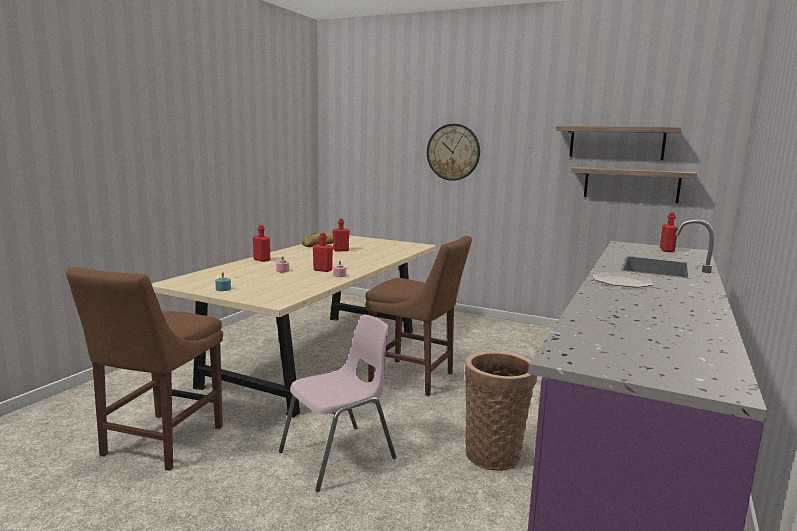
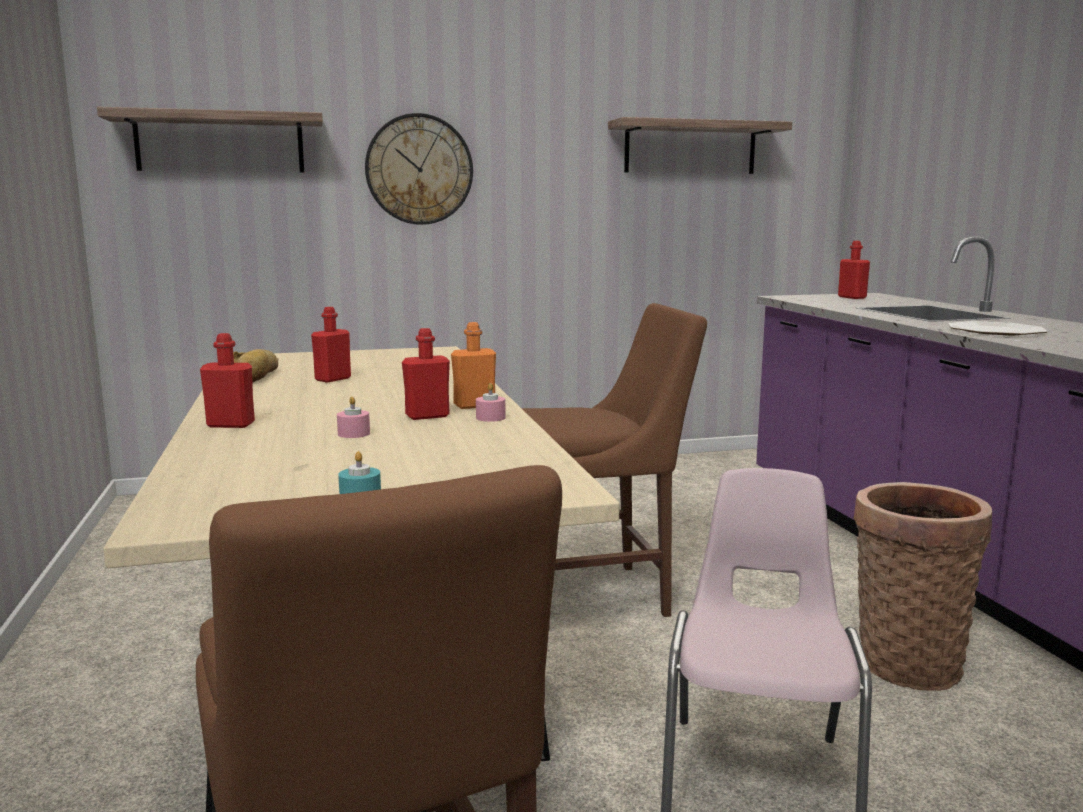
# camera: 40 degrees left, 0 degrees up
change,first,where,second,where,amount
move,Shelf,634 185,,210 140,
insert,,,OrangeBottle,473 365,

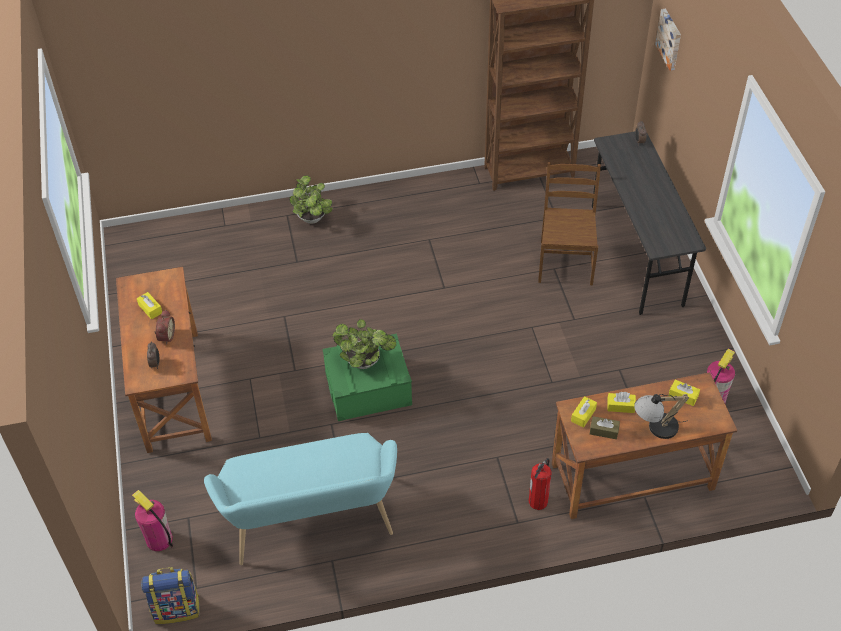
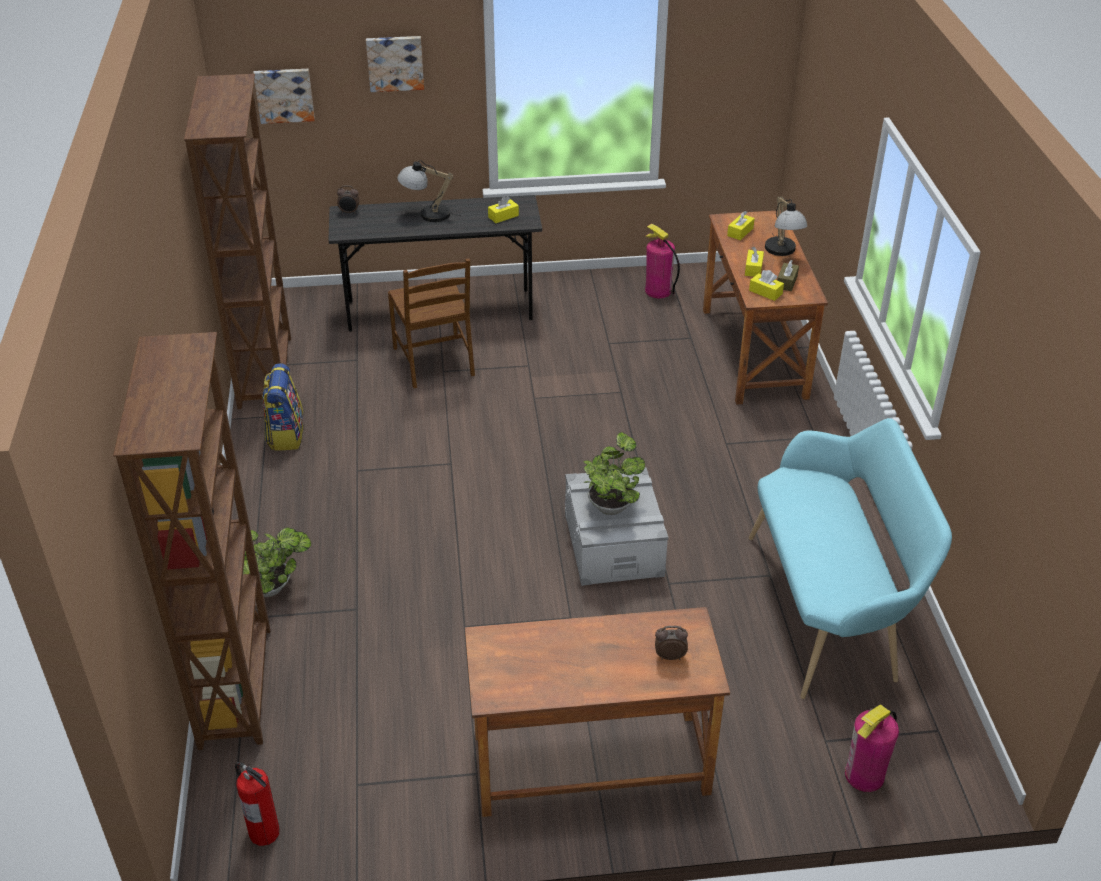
# camera: 85 degrees left, 10 degrees down
change,first,where,second,where,amount
insert,,,BrownBookcase,192 541,
move,FireExtinguisher,540 484,,257 804,
move,Backpack,170 595,,282 406,
insert,,,Picture,395 64,
rotate,BrownChair,569 223,,431 323,120 degrees counterclockwise
insert,,,TableLamp,429 191,
move,YellowTissueBox,149 306,,503 209,
recolor,GreenStorageBox,367 377,GreyStorageBox,616 526,
delete,AlarmClock,164 327,,,

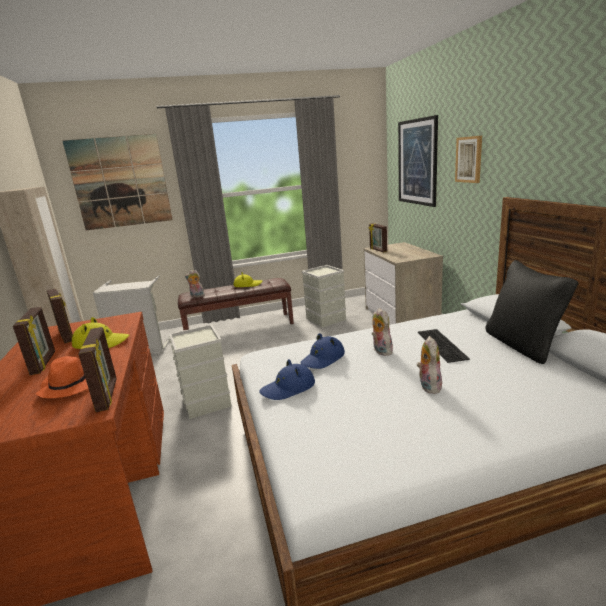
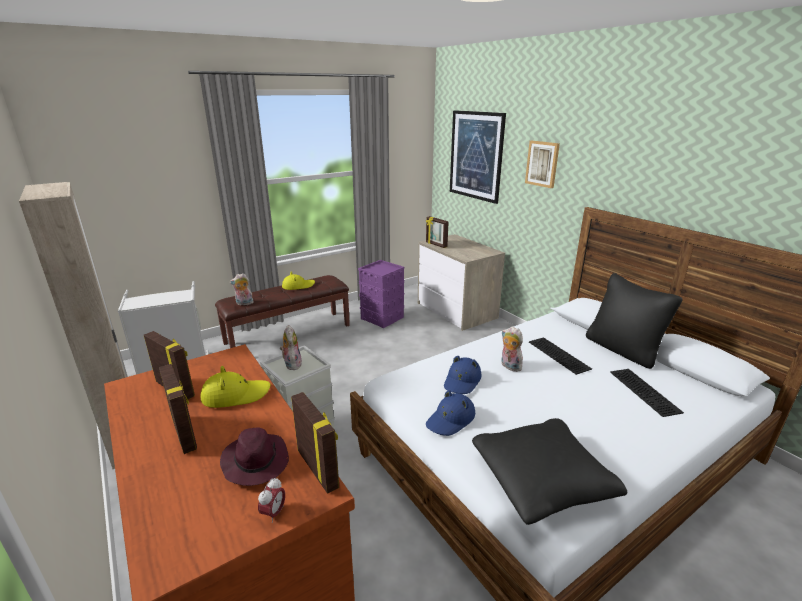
# camera: 20 degrees left, 5 degrees up
change,first,where,second,where,amount
recolor,OrangeHat,62 377,PurpleHat,254 456,
insert,,,AlarmClock,271 500,
move,PlushToy,429 365,,291 347,
recolor,GreyStorageBox,324 296,PurpleStorageBox,381 294,
insert,,,BlackPillow,549 471,
insert,,,Keyboard,647 393,
delete,Picture,118 182,,,

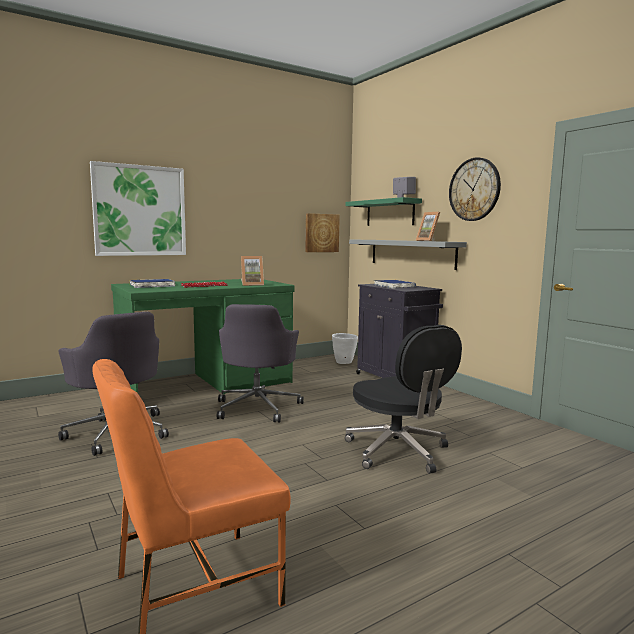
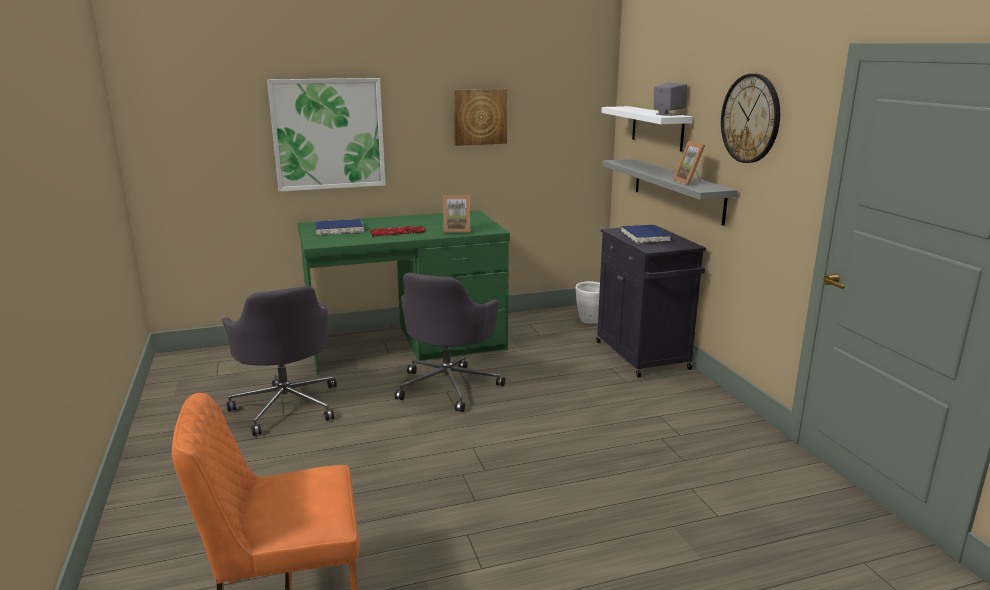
# camera: 15 degrees right, 10 degrees up
change,first,where,second,where,amount
move,Picture,322 232,,480 117,
recolor,GreenShelf,383 211,WhiteShelf,647 129,
delete,BlackOfficeChair,403 399,,,

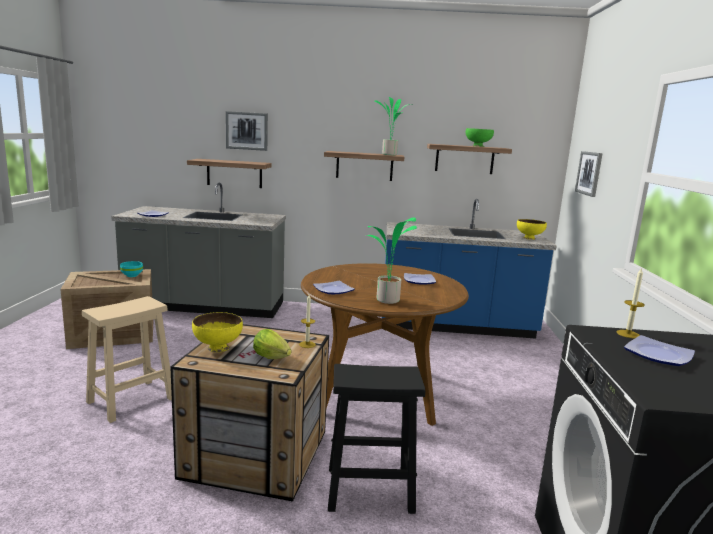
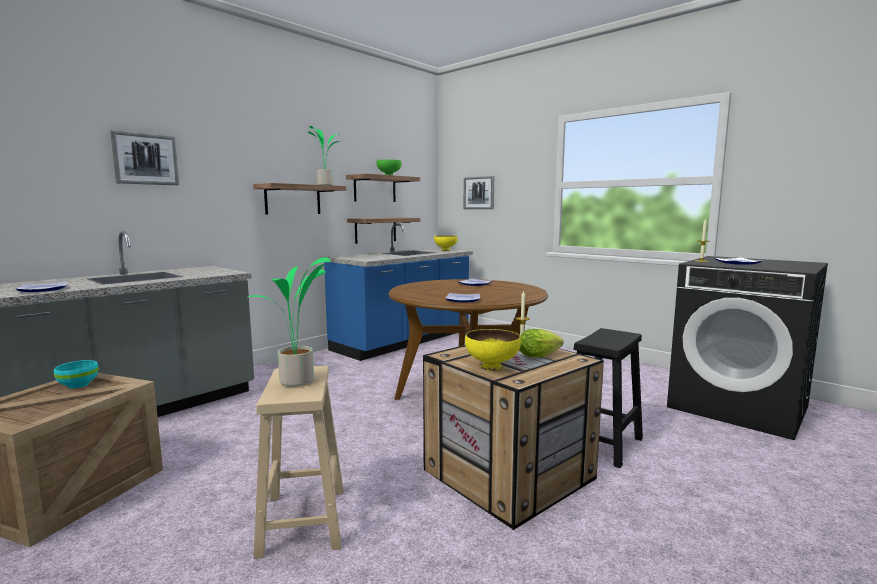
# camera: 50 degrees left, 5 degrees down
change,first,where,second,where,amount
move,PottedPlant,391 260,,289 322,
move,Shelf,229 173,,383 231,

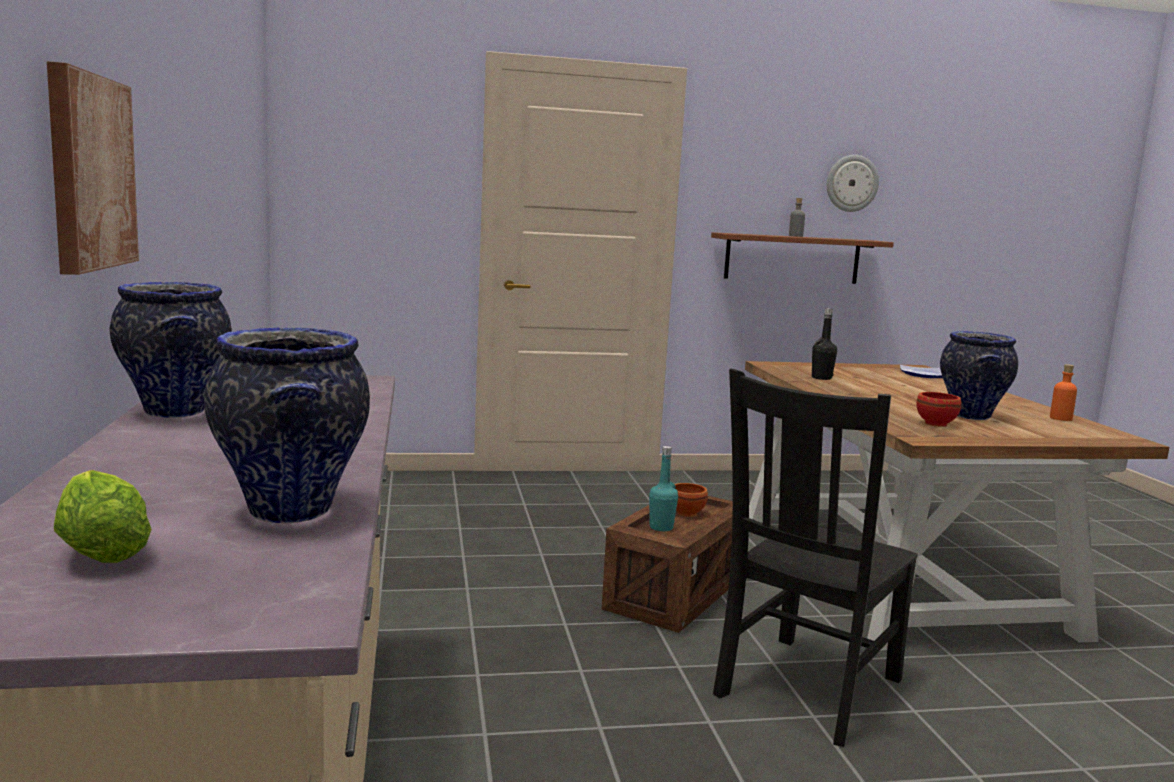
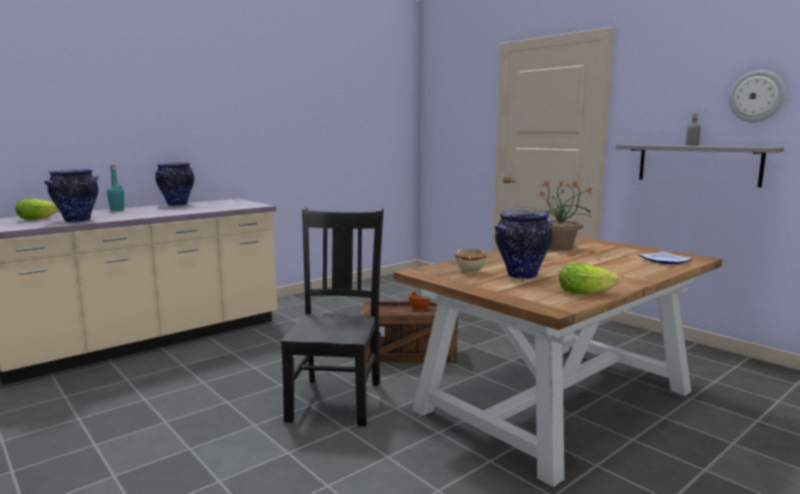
# camera: 60 degrees right, 0 degrees up
change,first,where,second,where,amount
move,TurquoiseBottle,663 488,,115 188,
rotate,BlackChair,815 558,,332 317,90 degrees clockwise
recolor,RedBowl,938 409,BeigeBowl,471 261,
replace,BlackBottle,824 344,PottedPlant,564 215,
replace,OrangeBottle,1063 392,Lettuce,589 278,
recolor,BrownShelf,802 258,GreyShelf,700 166,
delete,Picture,93 168,,,

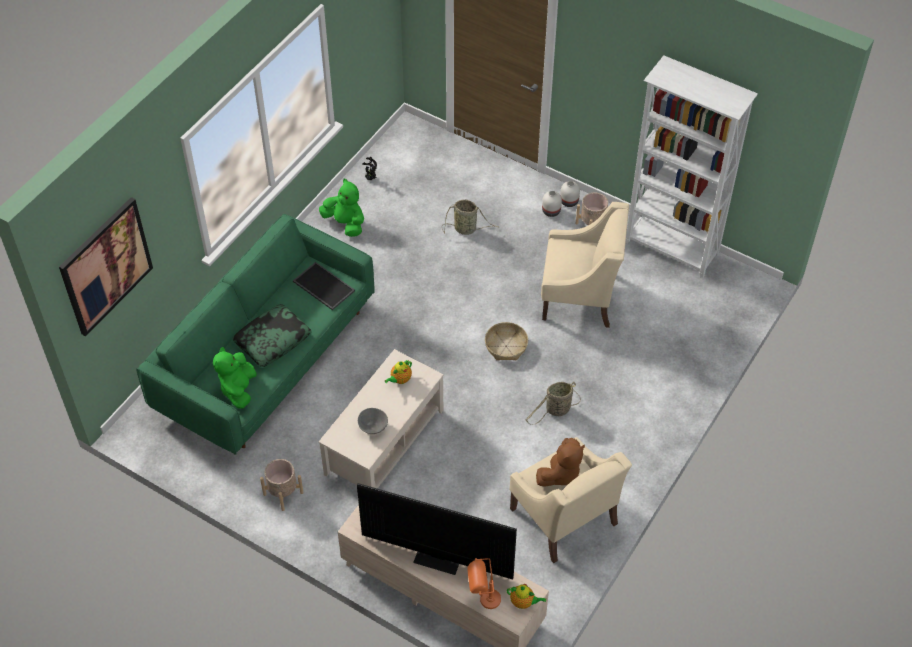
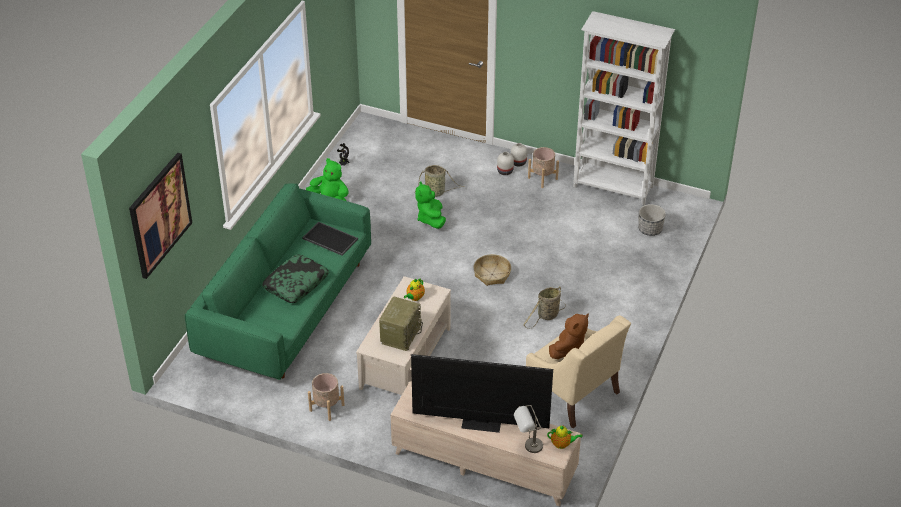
# camera: 10 degrees left, 10 degrees down
change,first,where,second,where,amount
replace,GreyBowl,373 421,Radio,401 324,
move,GreenPlushToy,235 378,,430 205,
recolor,OrangeTableLamp,484 583,GreyTableLamp,528 429,
insert,,,Planter,652 220,
delete,BeigeArmchair,585 265,,,

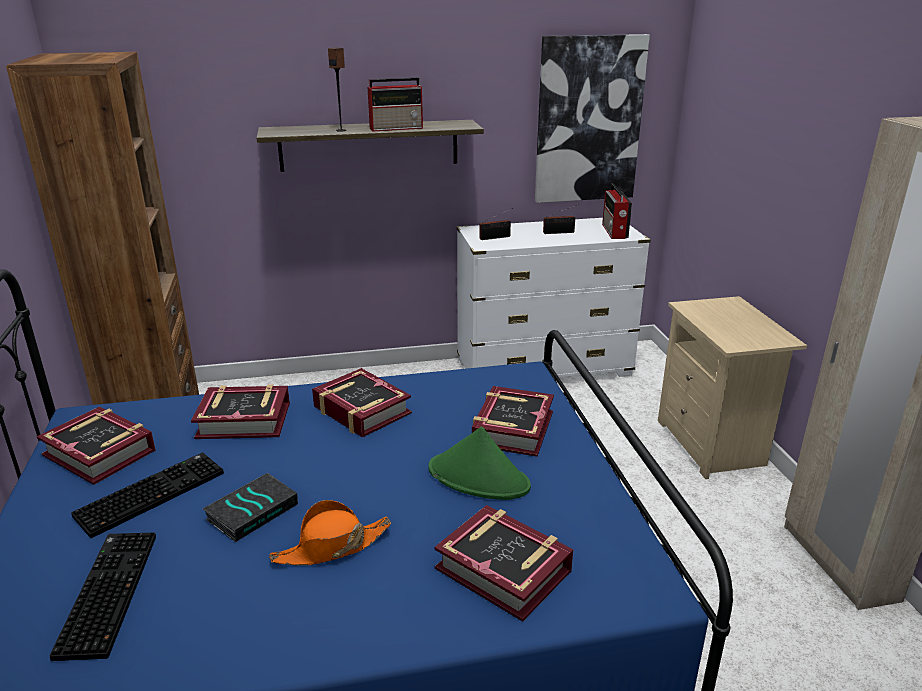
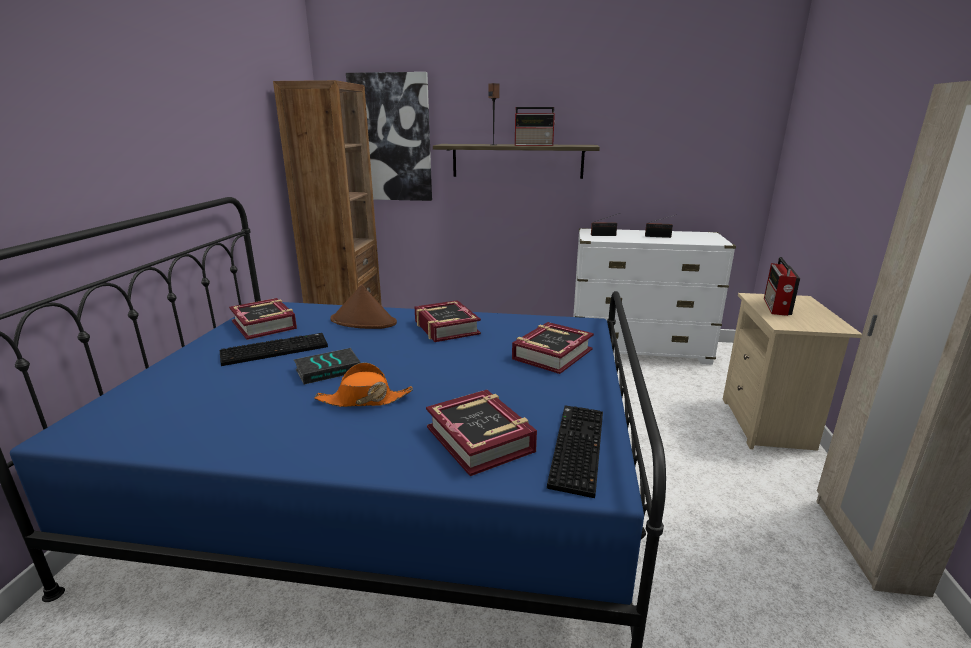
# camera: 20 degrees right, 5 degrees down
change,first,where,second,where,amount
replace,Book,240 411,BrownHat,363 306,
move,Picture,592 118,,389 136,
move,Keyboard,102 597,,575 451,
move,Radio,617 211,,782 286,
delete,GreenHat,479 463,,,

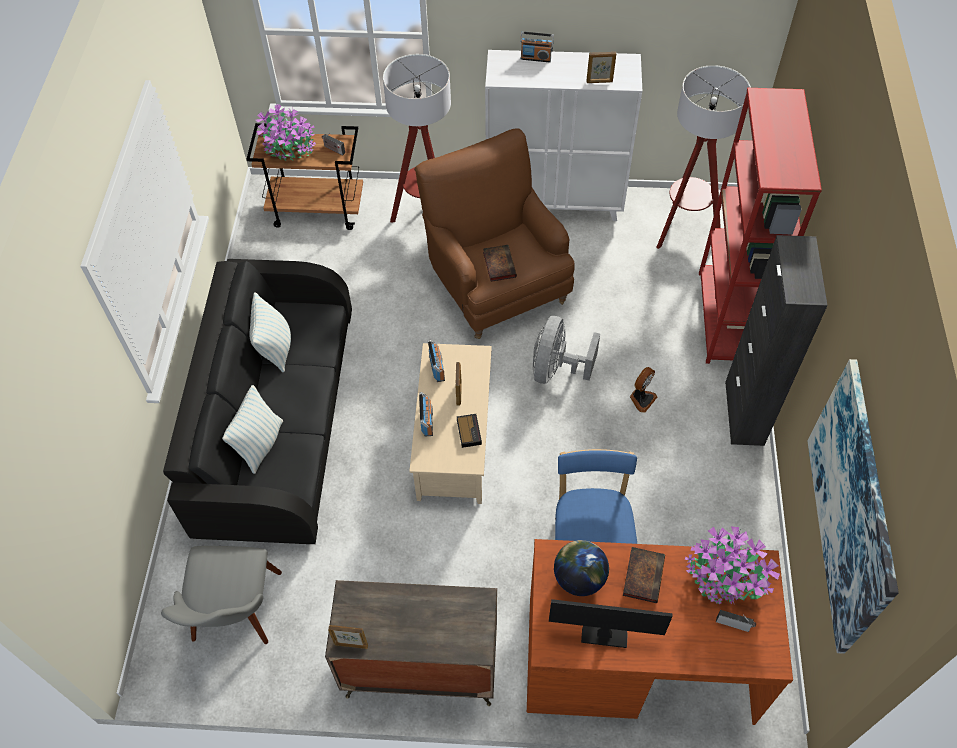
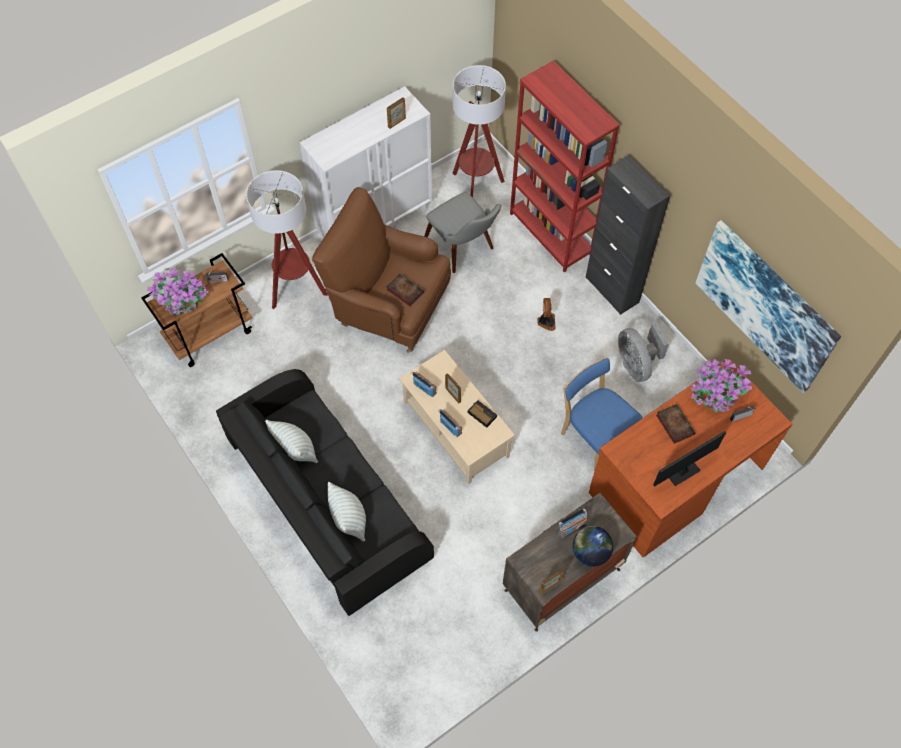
# camera: 40 degrees left, 5 degrees up
change,first,where,second,where,amount
move,GreyChair,221 595,,462 232,
move,Radio,537 46,,573 523,
move,Globe,581 568,,593 546,
move,GreyFan,566 350,,643 352,

